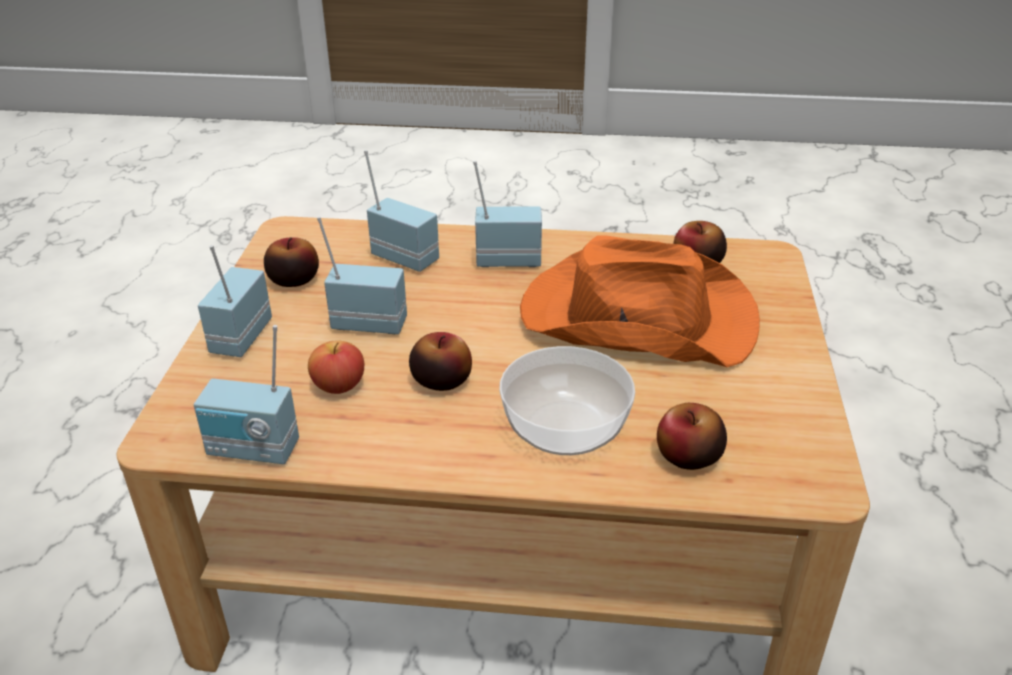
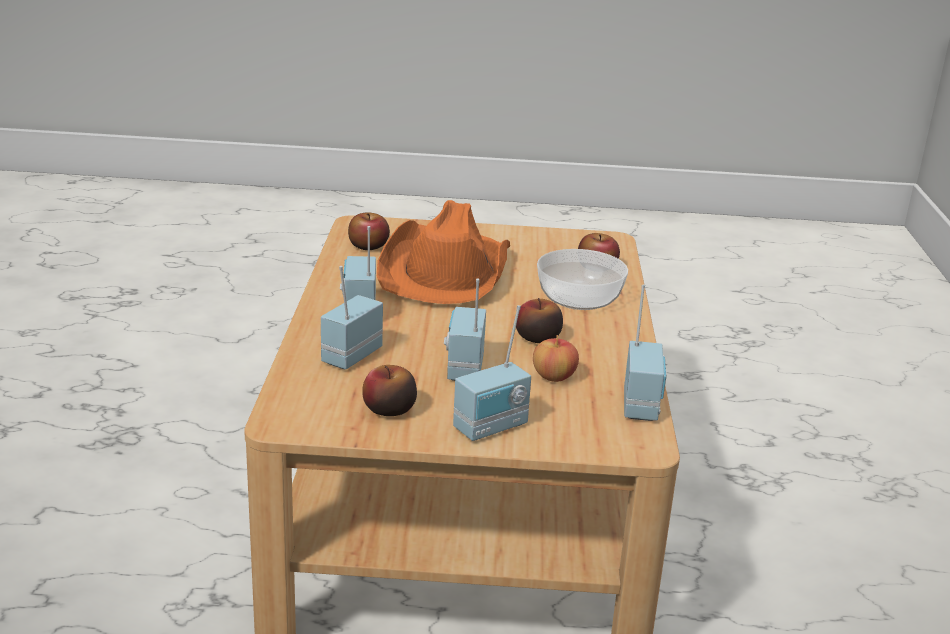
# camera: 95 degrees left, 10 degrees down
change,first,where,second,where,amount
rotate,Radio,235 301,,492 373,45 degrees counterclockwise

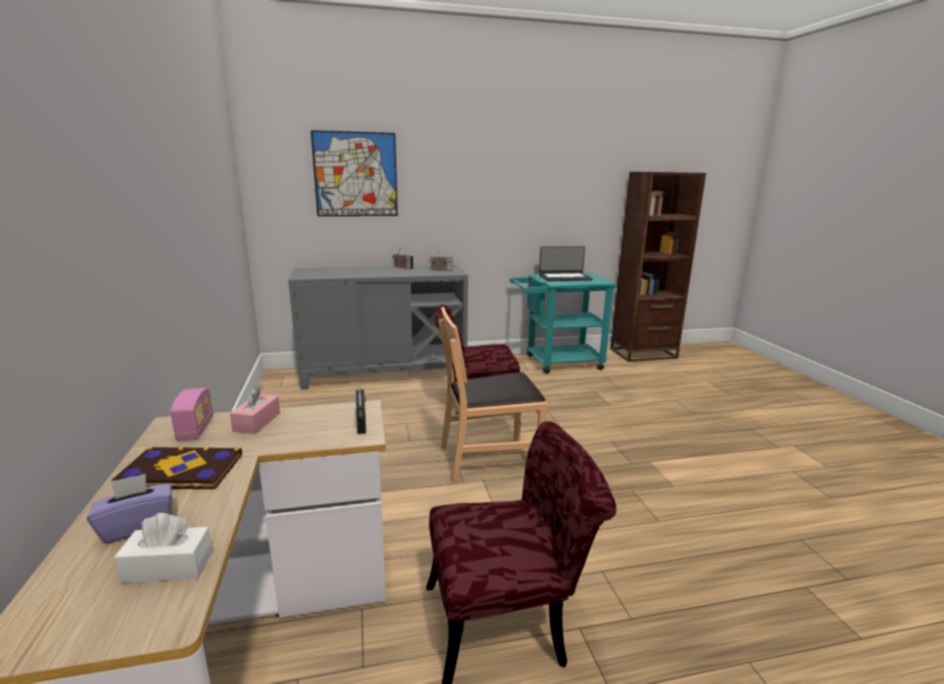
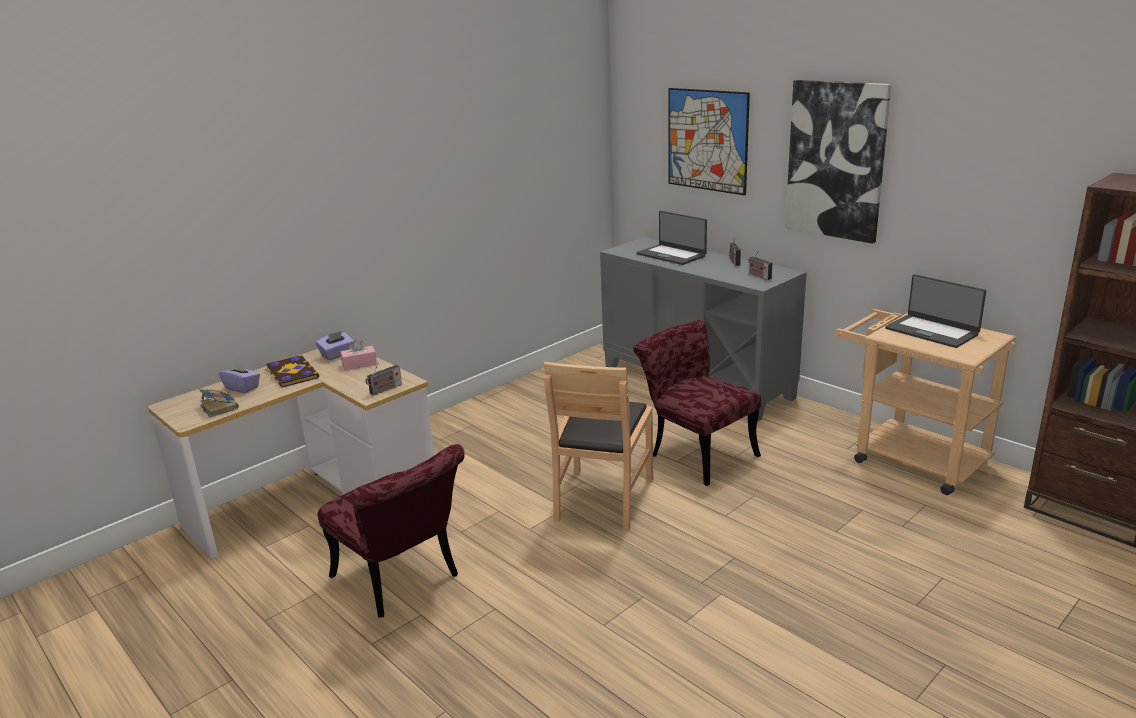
# camera: 60 degrees right, 5 degrees up
change,first,where,second,where,amount
replace,WhiteTissueBox,163 548,Book,219 403,
replace,Radio,191 414,PurpleTissueBox,335 345,
rotate,BrownChair,493 395,,598 446,120 degrees counterclockwise
insert,,,Laptop,672 238,
insert,,,Picture,838 162,
recolor,TurquoiseCart,563 323,BeigeCart,925 402,

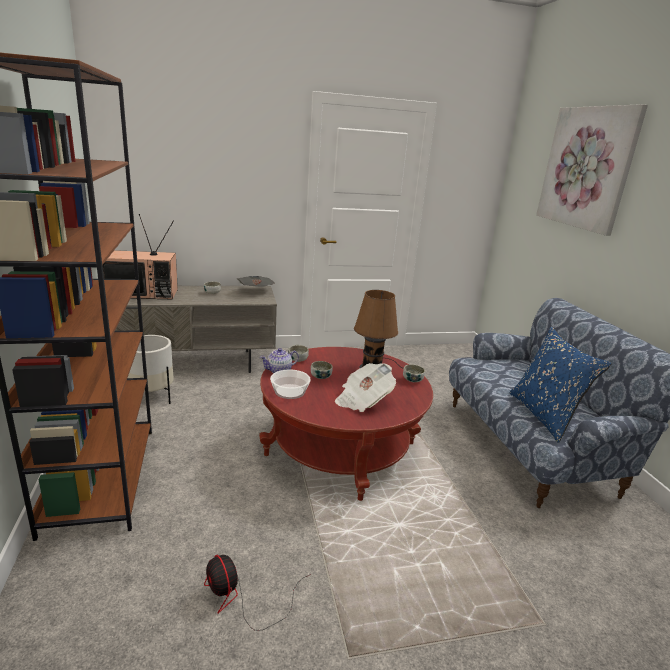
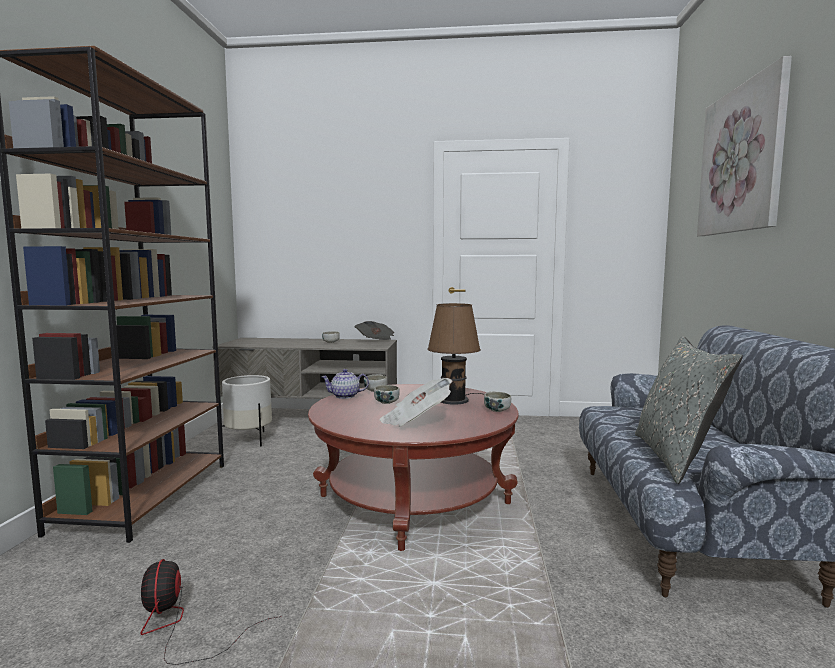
# camera: 20 degrees right, 15 degrees down
change,first,where,second,where,amount
recolor,BluePillow,560 384,GreyPillow,689 410,
delete,Television,140 256,,,
delete,Bowl,290 384,,,

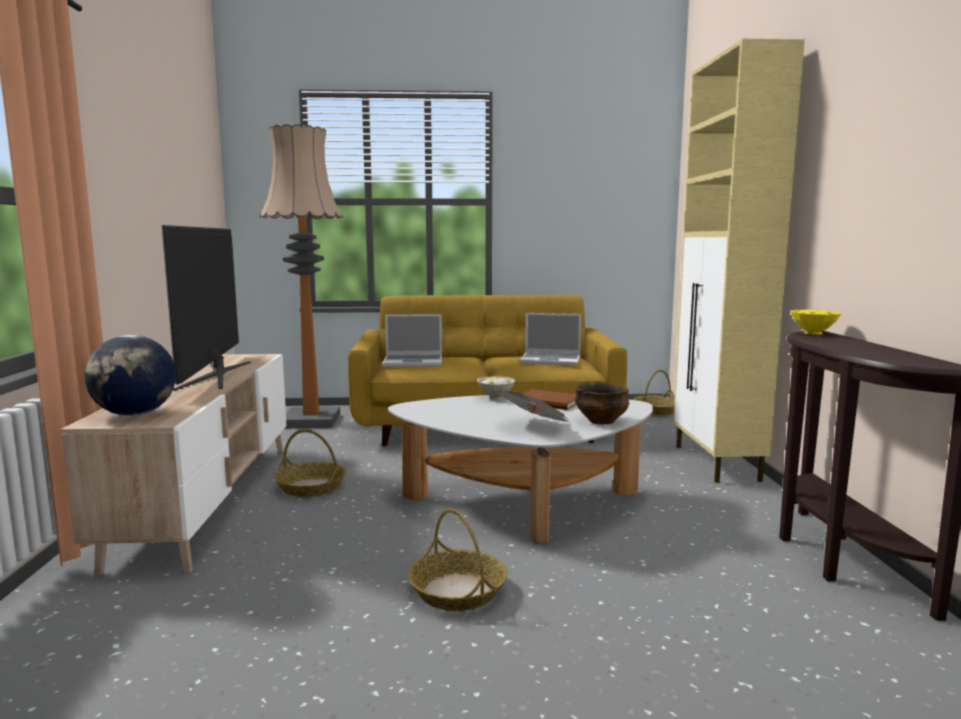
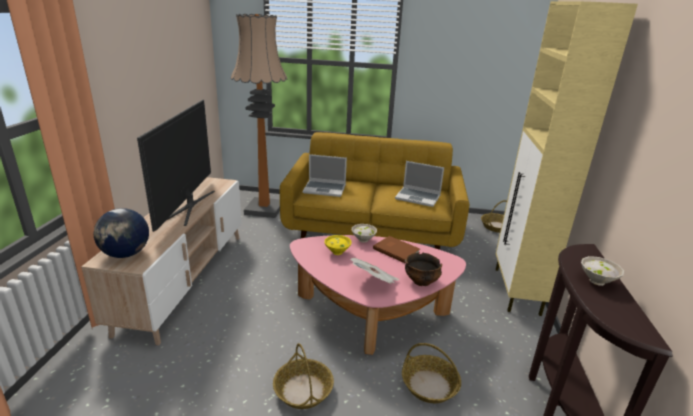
# camera: 10 degrees right, 15 degrees up
change,first,where,second,where,amount
recolor,WhiteCoffeeTable,520 469,PinkCoffeeTable,378 295,
move,YellowBowl,816 322,,337 245,
move,Basket,310 463,,431 373,
insert,,,WhiteBowl,602 271,

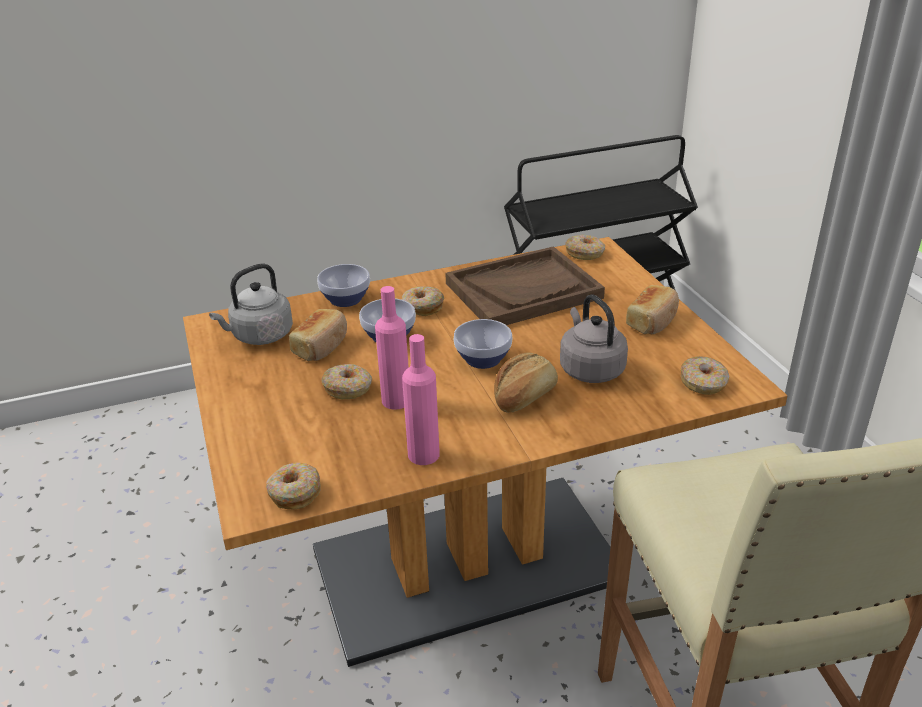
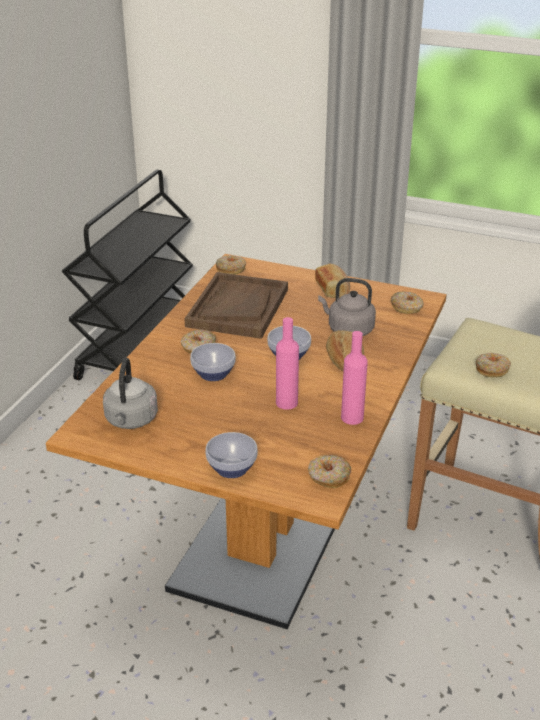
# camera: 50 degrees left, 0 degrees up
change,first,where,second,where,amount
move,Bowl,343 285,,231 455,
move,Donut,346 381,,493 365,
delete,Bread,318 335,,,

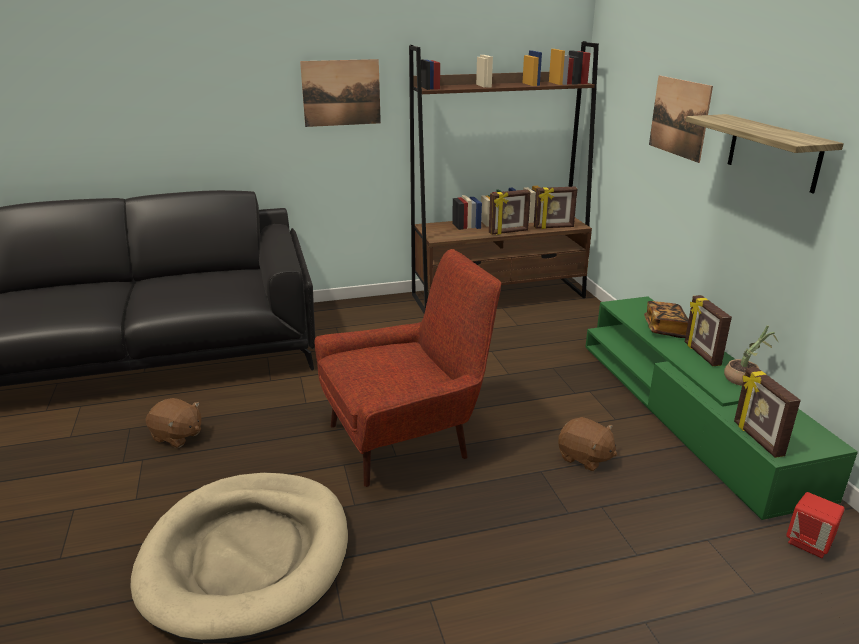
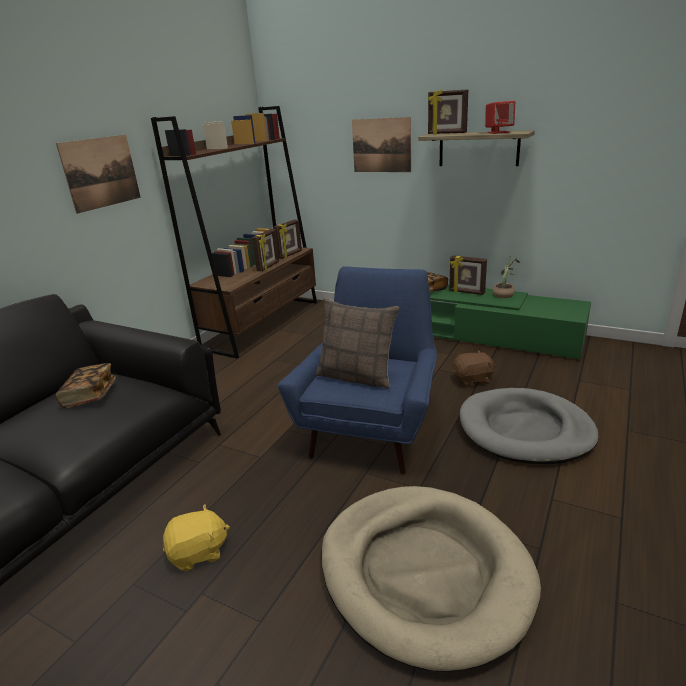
# camera: 45 degrees left, 0 degrees up
change,first,where,second,where,amount
insert,,,Book,86 385,
recolor,BrownPlushToy,173 423,YellowPlushToy,196 537,
recolor,RedArmchair,407 368,BlueArmchair,357 370,
insert,,,Pillow,357 343,
move,PictureFrame,767 412,,448 111,
insert,,,GreyDogBed,529 426,
move,RedSpeaker,815 525,,500 117,

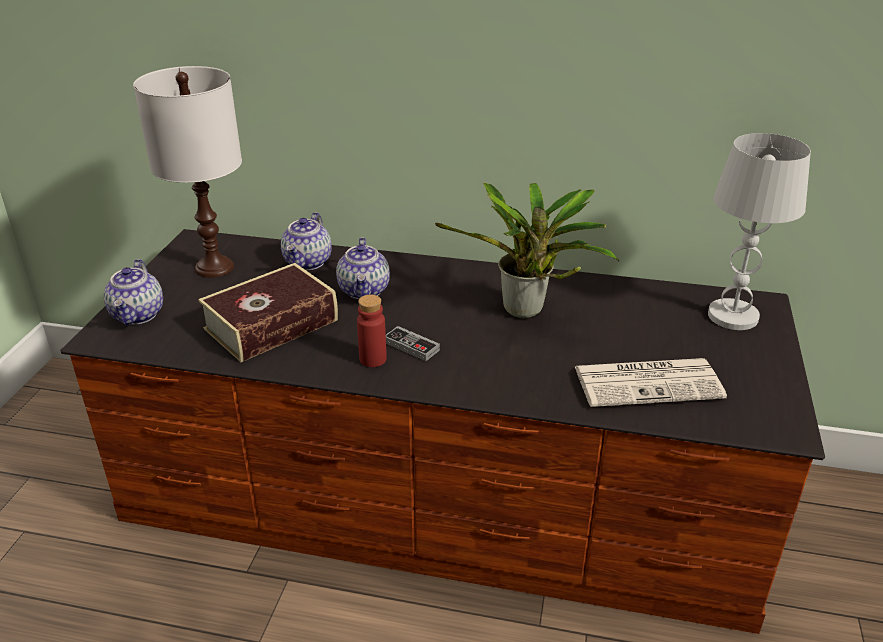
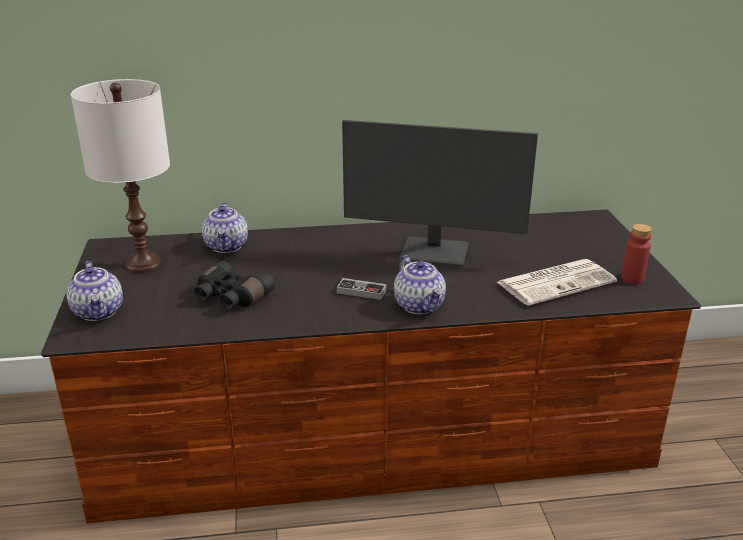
# camera: 20 degrees left, 5 degrees down
change,first,where,second,where,amount
replace,Book,268 312,BlackBinoculars,234 285,
replace,PottedPlant,527 250,Monitor,440 193,
move,Teapot,363 268,,420 284,
move,RedBottle,372 331,,636 254,
delete,WhiteTableLamp,759 231,,,

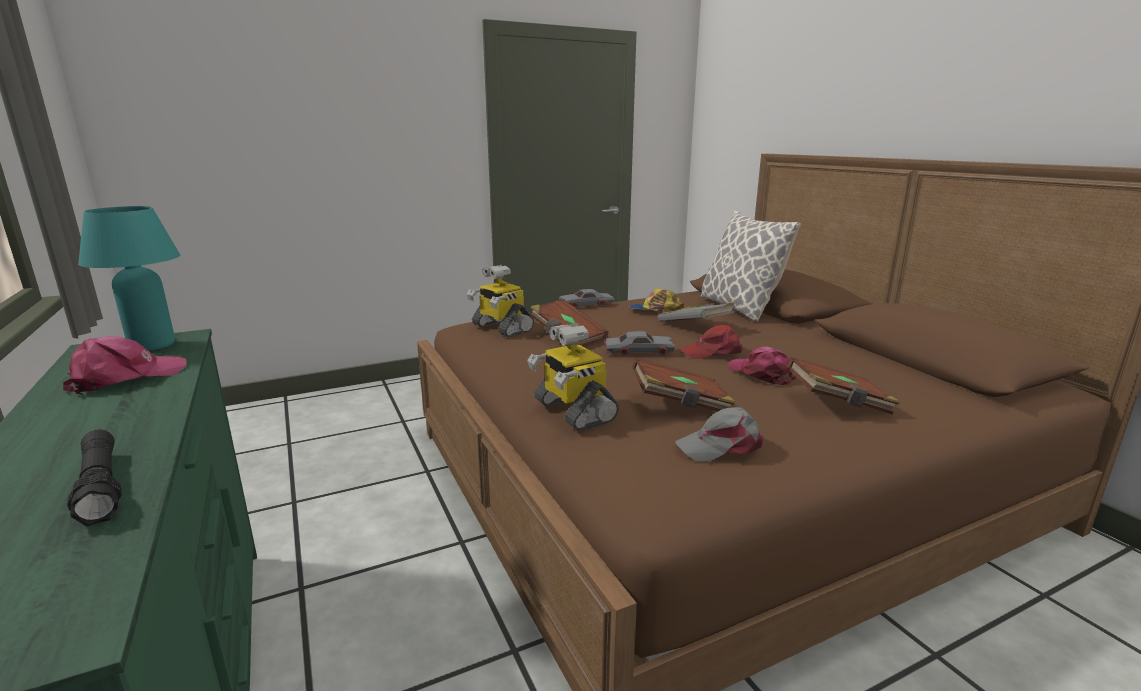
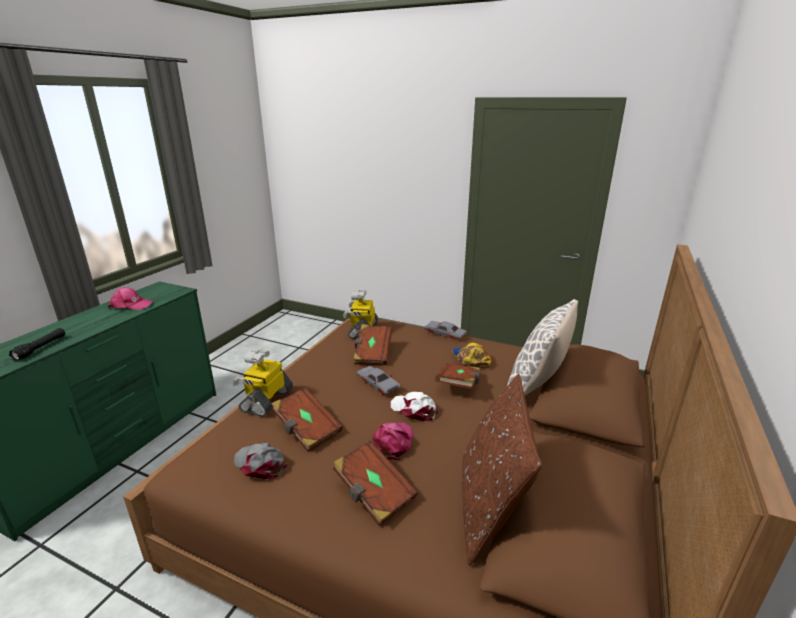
# camera: 50 degrees right, 5 degrees up
change,first,where,second,where,amount
recolor,RedCap,711 341,WhiteCap,414 406,
recolor,GreyBook,696 312,BrownBook,457 376,
insert,,,BrownPillow,502 470,
delete,TurquoiseTableLamp,129 278,,,

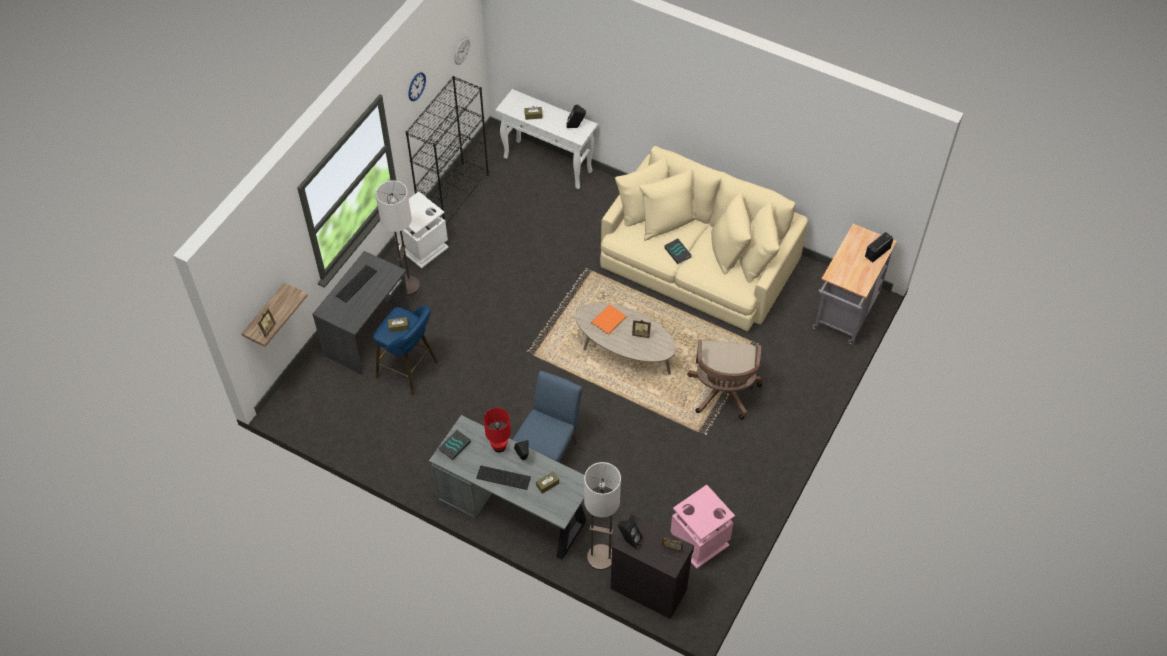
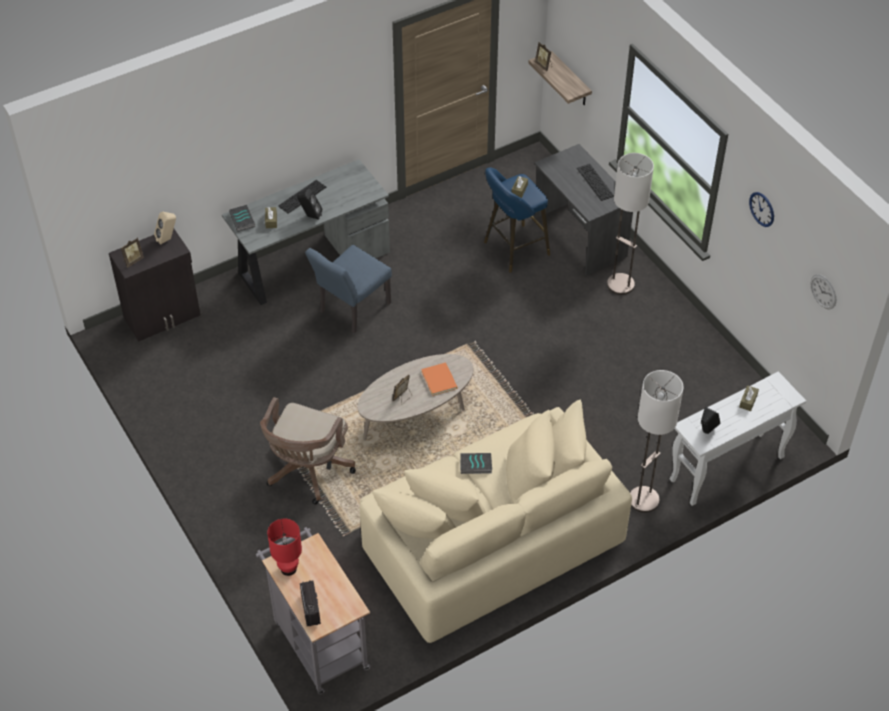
# camera: 120 degrees right, 5 degrees down
change,first,where,second,where,amount
recolor,BlackSpeaker,630 534,BeigeSpeaker,165 228,
move,Book,455 444,,242 218,
rotate,BrownOfficeChair,724 380,,308 451,105 degrees counterclockwise
move,RedTableLamp,497 430,,284 547,
rotate,BlueChair,547 416,,348 289,75 degrees clockwise
move,FloorLamp,602 516,,656 441,
delete,WhiteTrashCan,421 230,,,
delete,BlackBookcase,447 150,,,
delete,PinkTrashCan,702 527,,,

